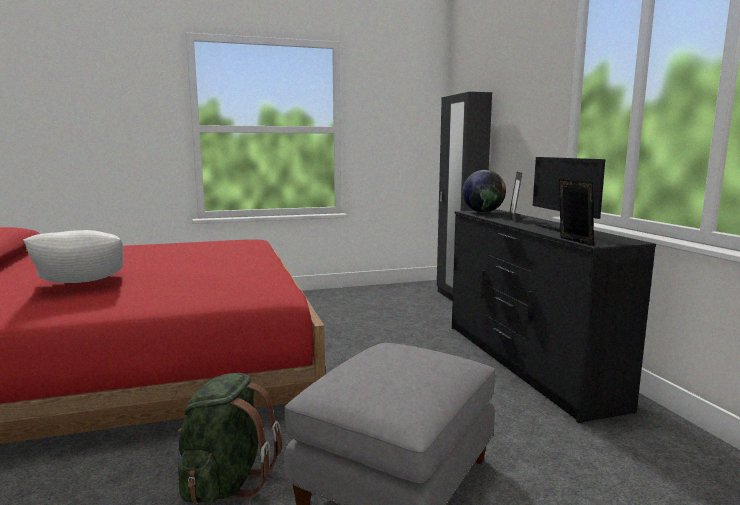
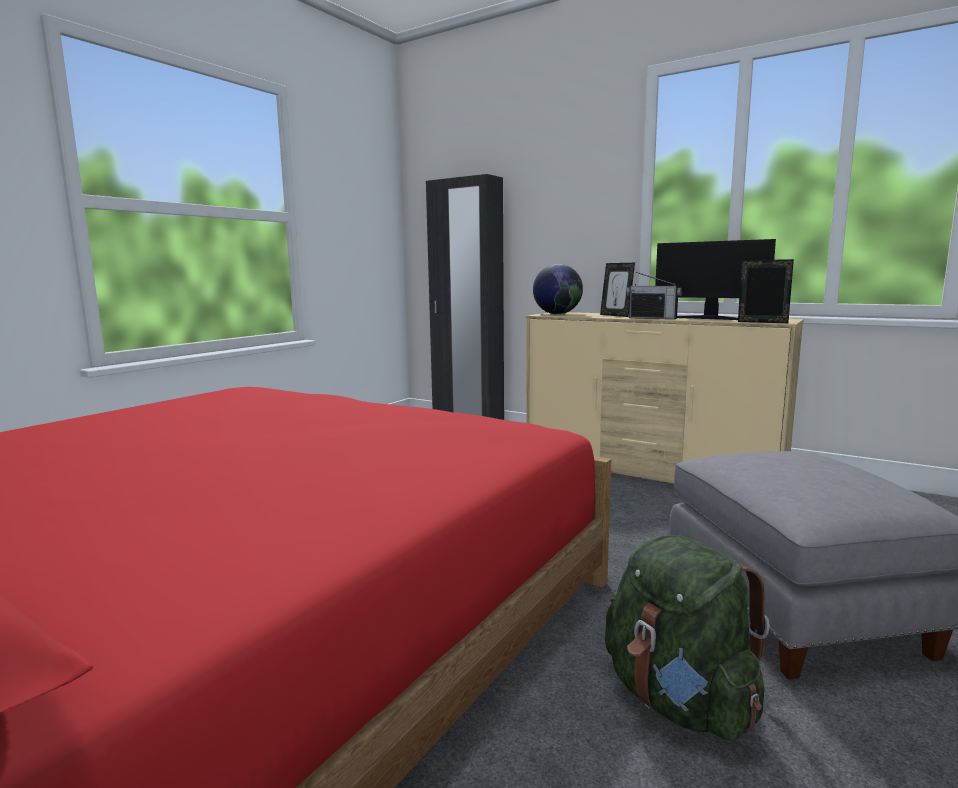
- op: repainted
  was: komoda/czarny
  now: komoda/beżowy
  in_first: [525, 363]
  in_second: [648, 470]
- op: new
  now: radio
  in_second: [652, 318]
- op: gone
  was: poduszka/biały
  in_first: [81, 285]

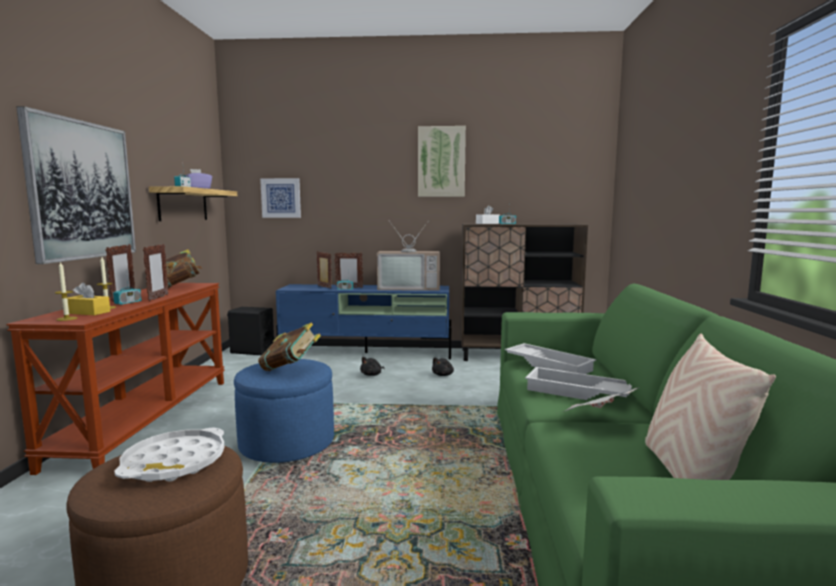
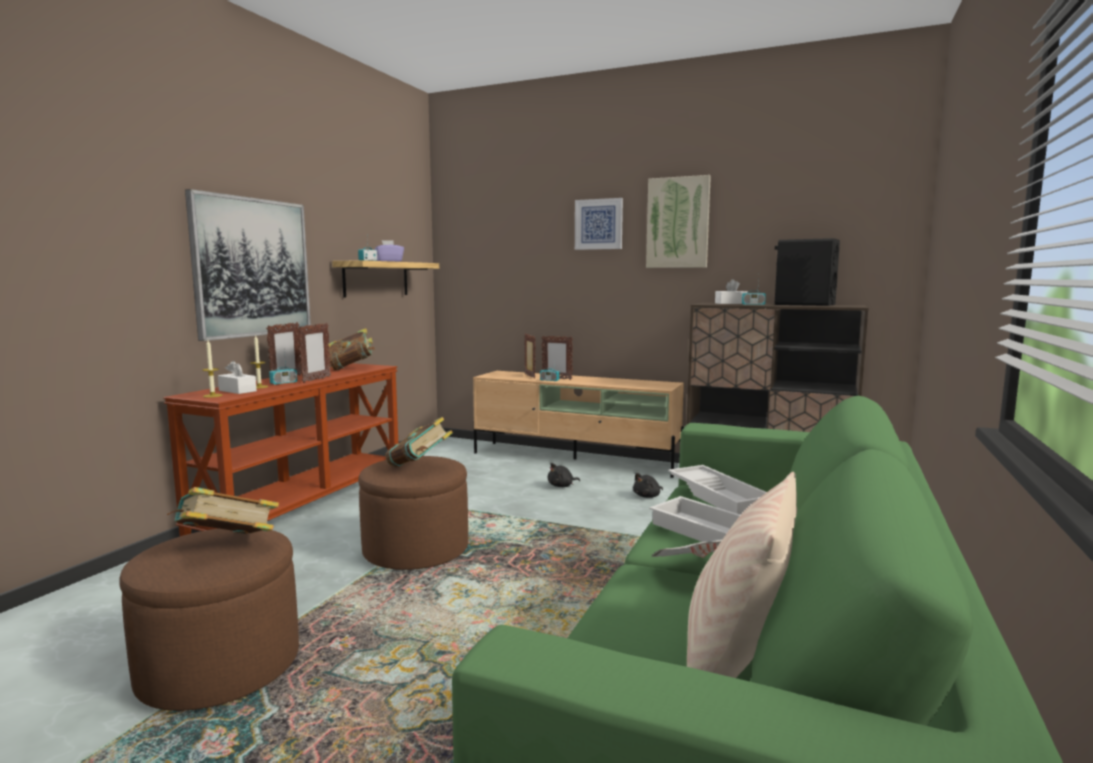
- op: swapped
  was: taca/biały
  now: książka
  in_first: [174, 463]
  in_second: [226, 546]
- op: repainted
  was: pudełko chusteczek/żółty
  now: pudełko chusteczek/biały
  in_first: [88, 312]
  in_second: [237, 391]
- op: repainted
  was: pufa/niebieski
  now: pufa/brązowy
  in_first: [287, 443]
  in_second: [416, 550]
- op: repainted
  was: szafka pod telewizor/niebieski
  now: szafka pod telewizor/beżowy
  in_first: [367, 352]
  in_second: [576, 459]
- op: shifted
  was: obraz
  in_first: [281, 198]
  in_second: [598, 224]
- op: shifted
  was: głośnik/czarny
  in_first: [252, 351]
  in_second: [804, 304]
- op: gone
  was: telewizor
  in_first: [409, 288]

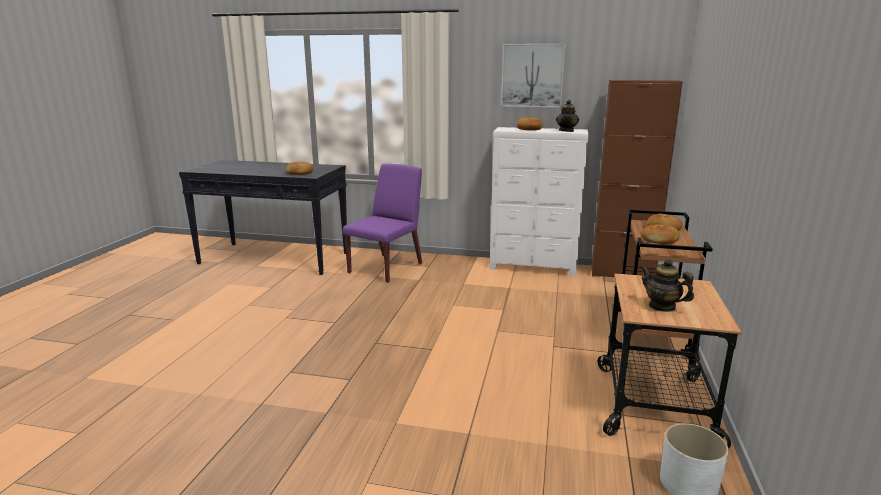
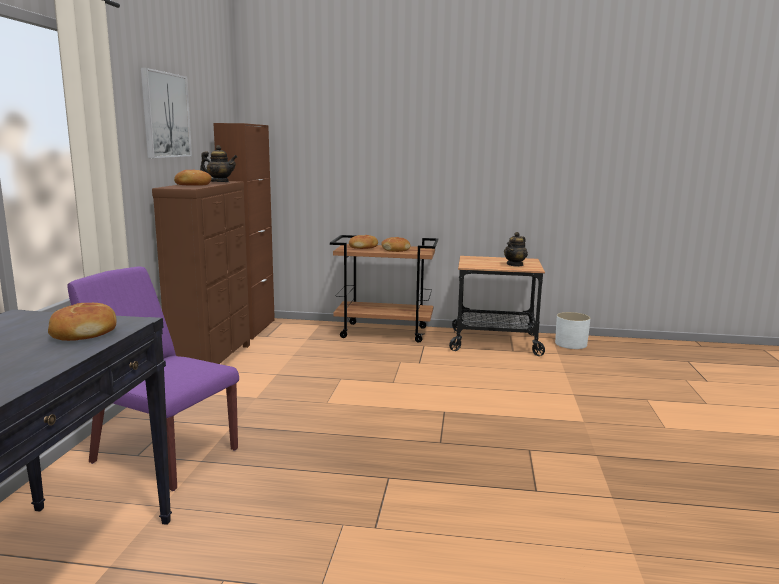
- op: repainted
  was: komoda/biały
  now: komoda/brązowy
  in_first: [533, 267]
  in_second: [213, 361]

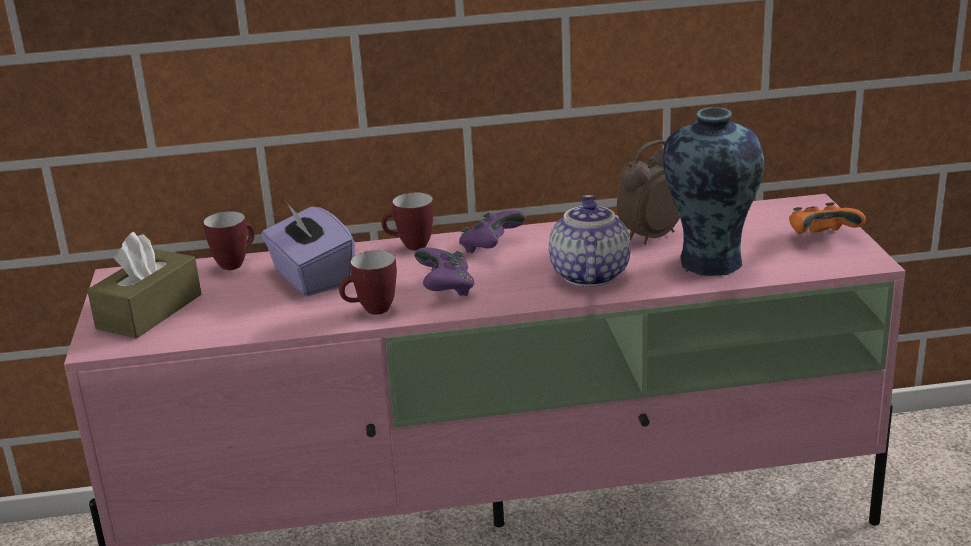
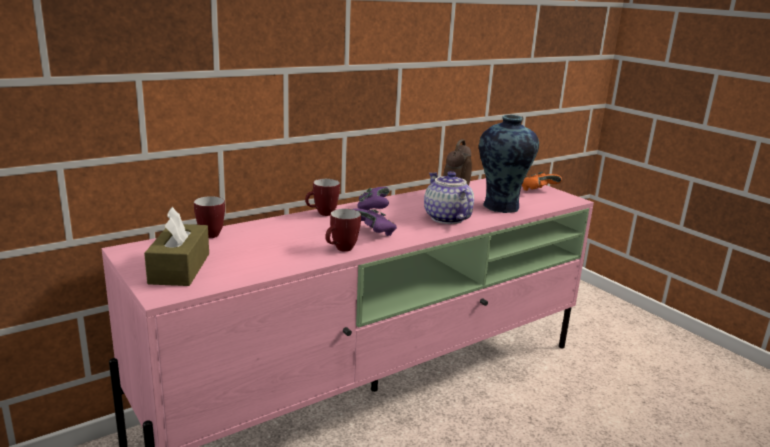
- op: gone
  was: pudełko chusteczek/fioletowy
  in_first: [311, 277]

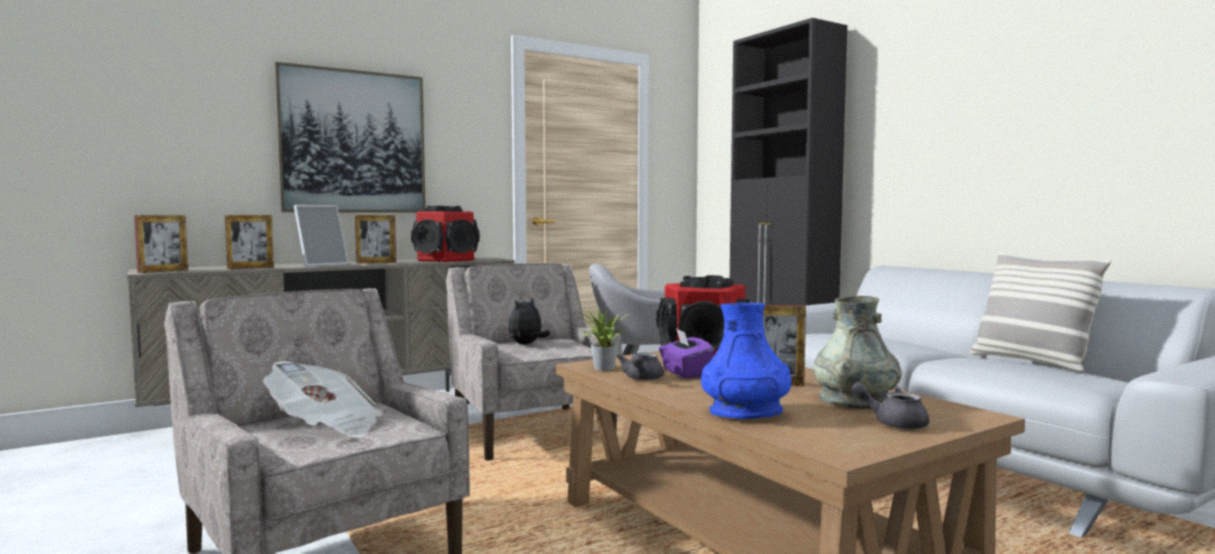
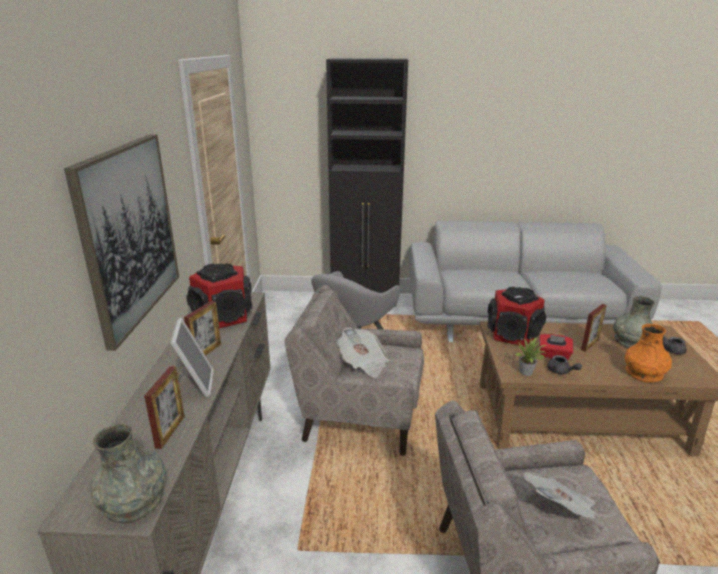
- op: swapped
  was: ramka na zdjęcie
  now: wazon/szary
  in_first: [163, 271]
  in_second: [133, 500]
- op: swapped
  was: pluszak
  now: gazeta
  in_first: [527, 344]
  in_second: [363, 363]
- op: repainted
  was: pudełko chusteczek/fioletowy
  now: pudełko chusteczek/czerwony
  in_first: [685, 373]
  in_second: [553, 355]
- op: repainted
  was: wazon/niebieski
  now: wazon/pomarańczowy
  in_first: [746, 413]
  in_second: [644, 373]
- op: gone
  was: poduszka
  in_first: [1031, 362]

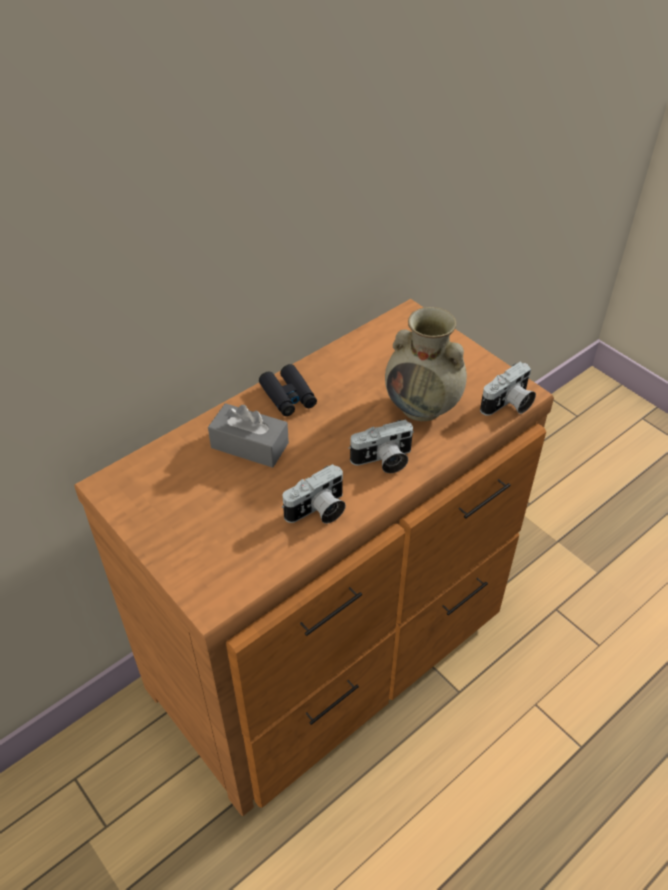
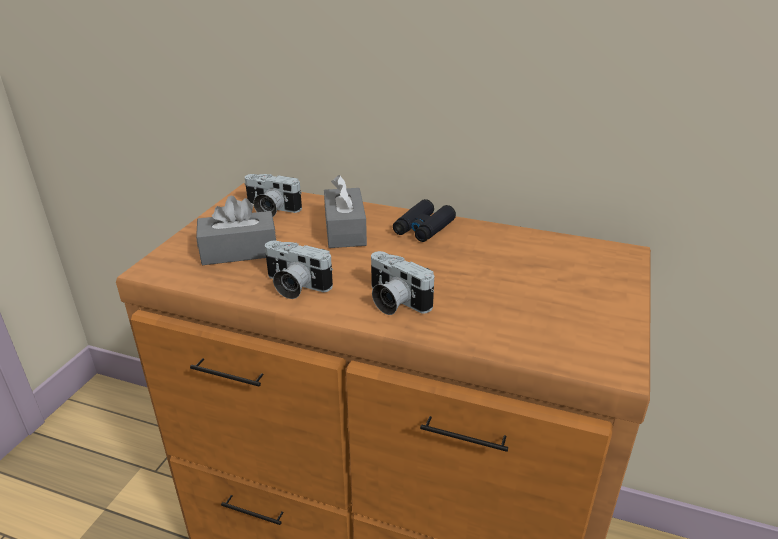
- op: new
  now: pudełko chusteczek/szary
  in_second: [239, 251]
- op: shifted
  was: aparat fotograficzny
  in_first: [508, 405]
  in_second: [270, 210]
- op: gone
  was: wazon/beżowy
  in_first: [423, 406]

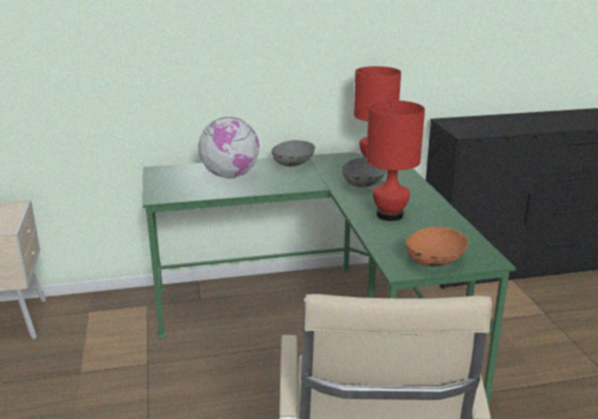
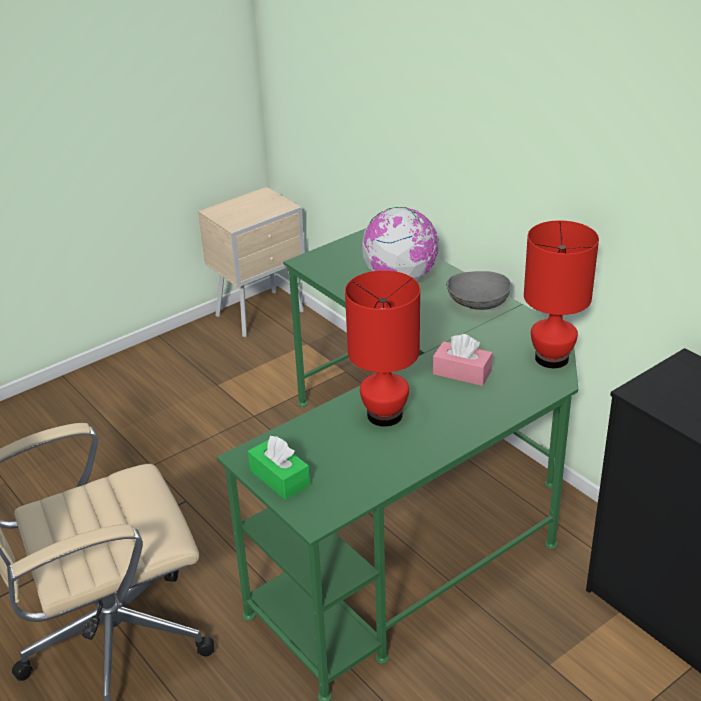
- op: swapped
  was: miska/pomarańczowy
  now: pudełko chusteczek/zielony
  in_first: [435, 262]
  in_second: [279, 477]
- op: swapped
  was: miska/szary
  now: pudełko chusteczek/różowy
  in_first: [364, 185]
  in_second: [462, 372]

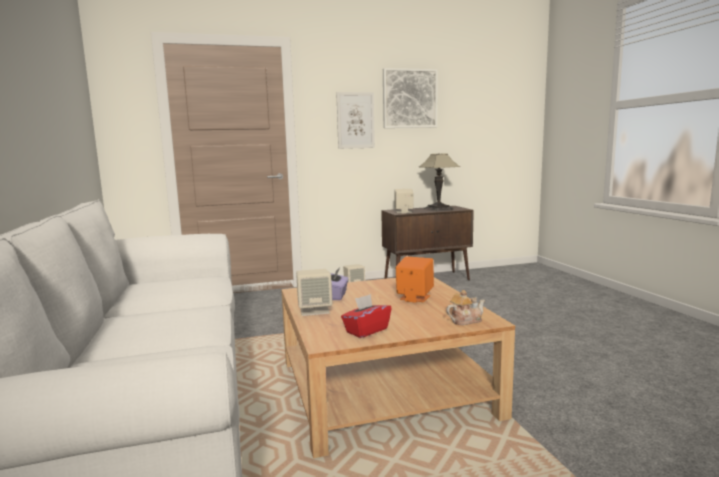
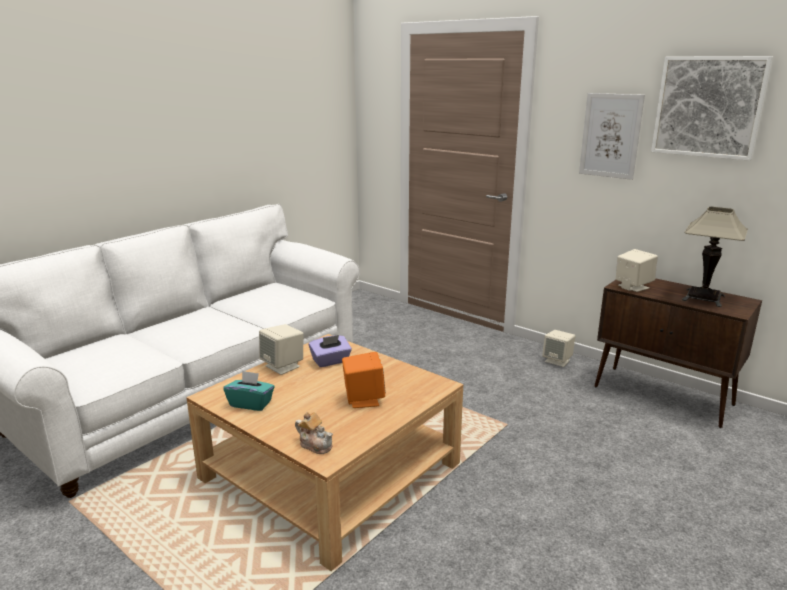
- op: repainted
  was: pudełko chusteczek/czerwony
  now: pudełko chusteczek/turkusowy
  in_first: [366, 330]
  in_second: [251, 403]

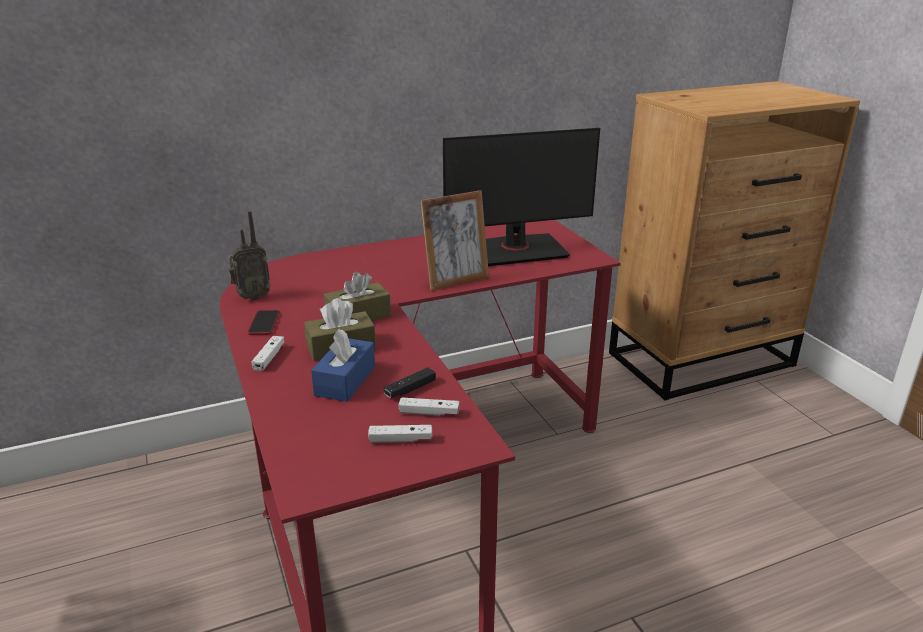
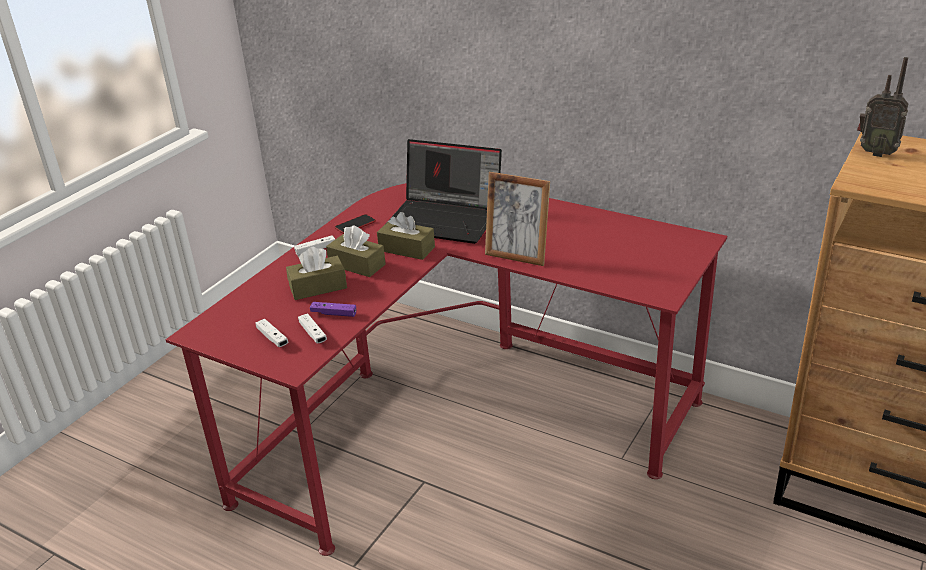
- op: repainted
  was: pudełko chusteczek/niebieski
  now: pudełko chusteczek/brązowy
  in_first: [345, 381]
  in_second: [318, 287]
- op: repainted
  was: pad do gier/czarny
  now: pad do gier/fioletowy
  in_first: [410, 389]
  in_second: [333, 313]
- op: new
  now: laptop
  in_second: [446, 219]
- op: shifted
  was: radio
  in_first: [252, 297]
  in_second: [875, 152]
- op: gone
  was: monitor
  in_first: [517, 250]

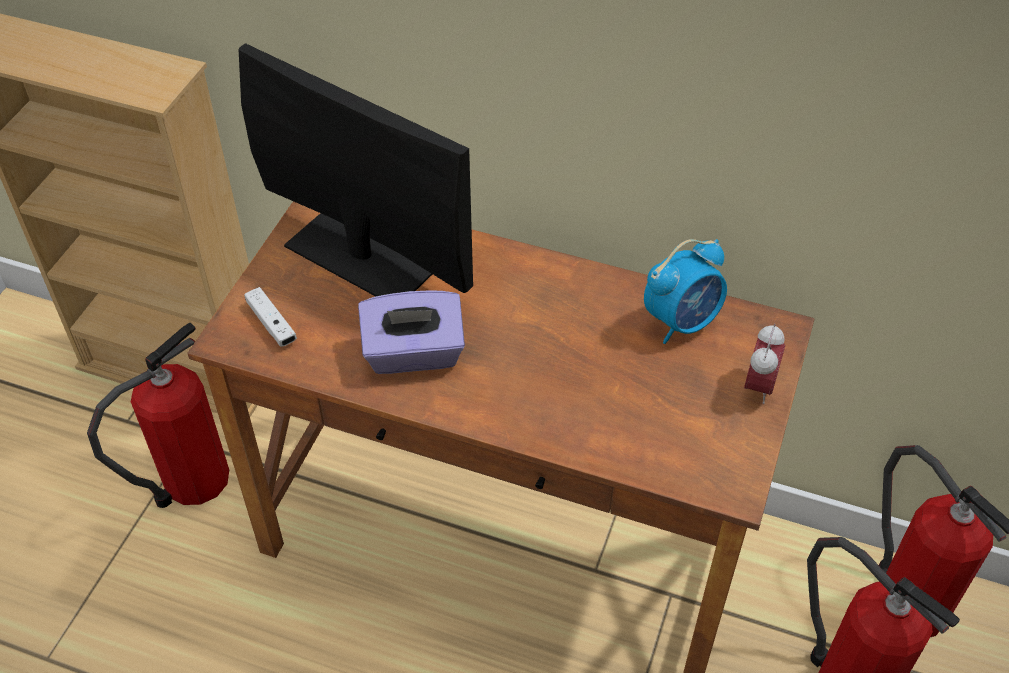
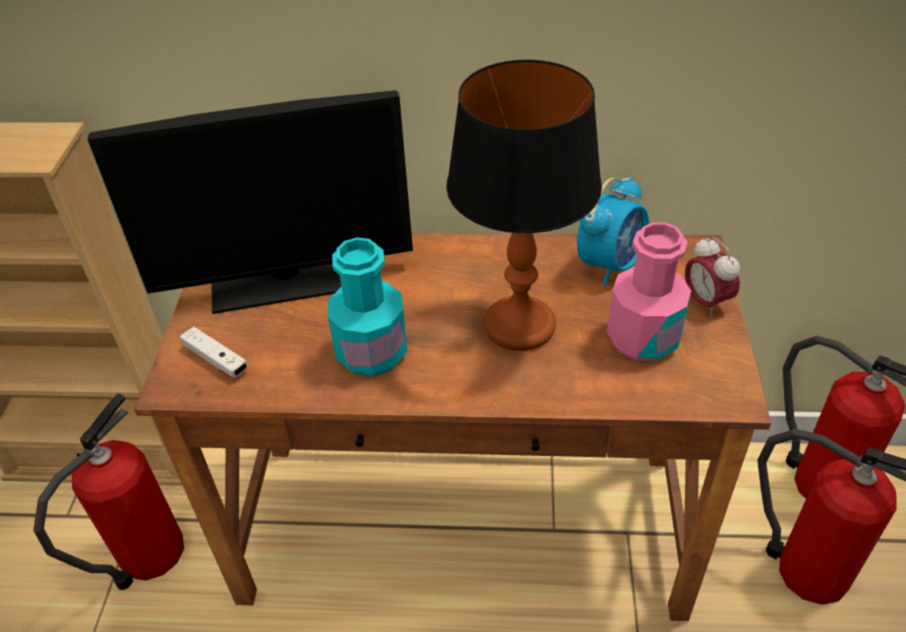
- op: rotated
  was: monitor
  in_first: [360, 257]
  in_second: [285, 279]
  clockwise: 150
- op: swapped
  was: pudełko chusteczek/fioletowy
  now: butelka/turkusowy
  in_first: [414, 354]
  in_second: [372, 353]
- op: new
  now: lampa stołowa
  in_second: [518, 325]
- op: new
  now: butelka/różowy
  in_second: [643, 338]
- op: rotated
  was: budzik
  in_first: [759, 386]
  in_second: [705, 302]
  clockwise: 150

